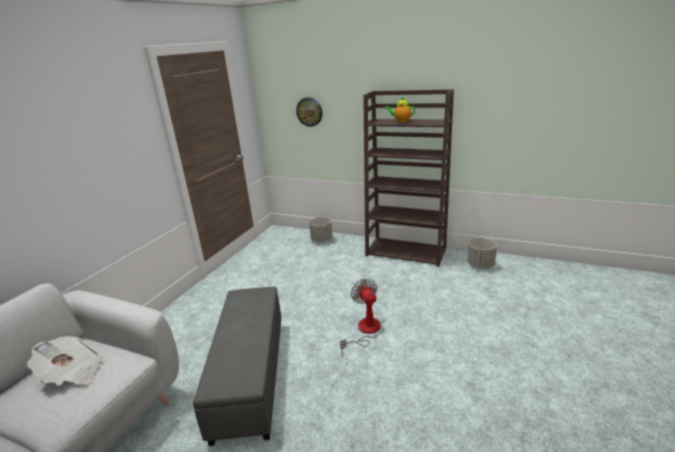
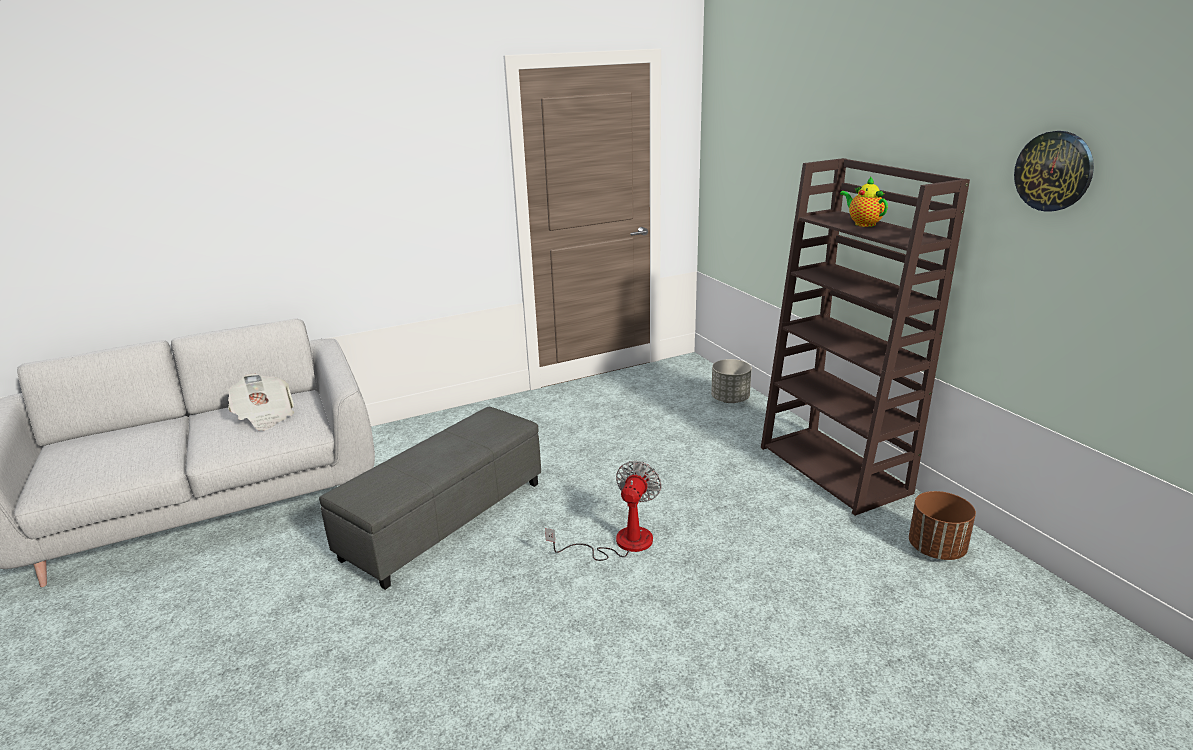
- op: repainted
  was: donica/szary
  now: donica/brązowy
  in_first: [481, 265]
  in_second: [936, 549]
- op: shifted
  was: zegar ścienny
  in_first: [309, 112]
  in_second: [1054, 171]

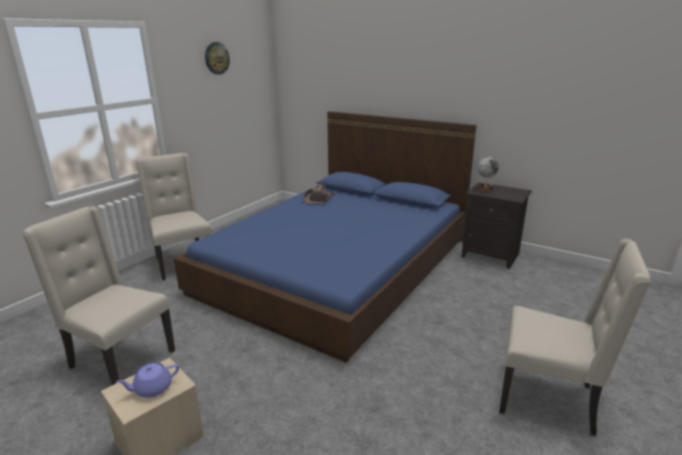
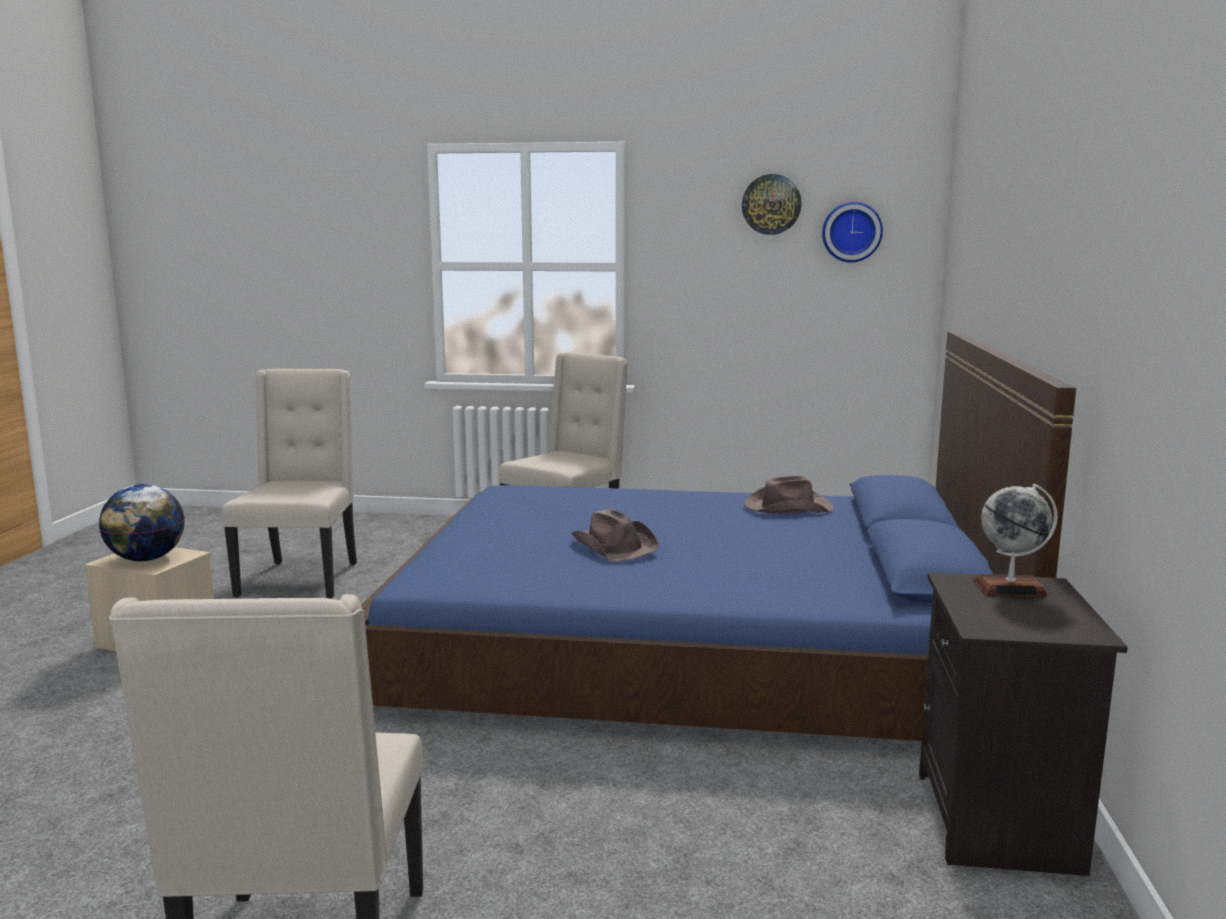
- op: swapped
  was: imbryk/fioletowy
  now: globus
  in_first: [152, 388]
  in_second: [146, 559]
- op: new
  now: kapelusz/brązowy
  in_second: [615, 546]
- op: new
  now: zegar ścienny
  in_second: [851, 232]

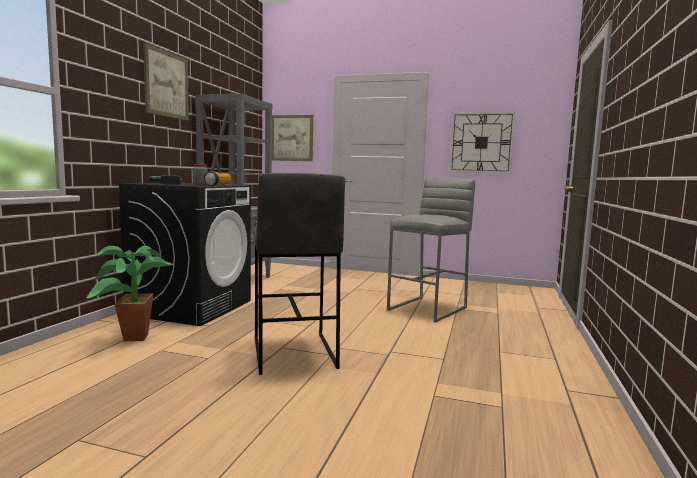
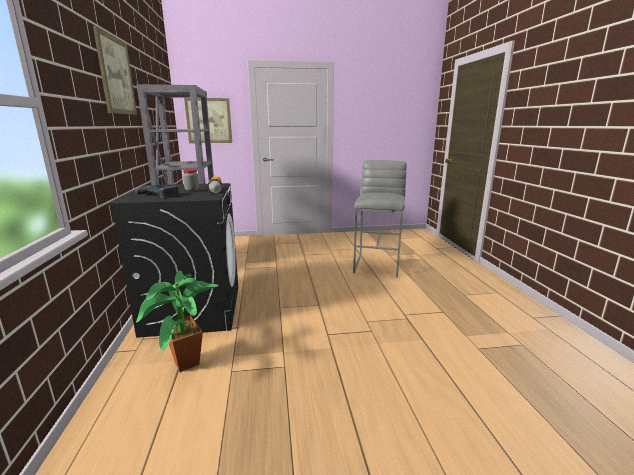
- op: gone
  was: stołek/szary
  in_first: [292, 353]
- op: gone
  was: zegar ścienny
  in_first: [481, 142]

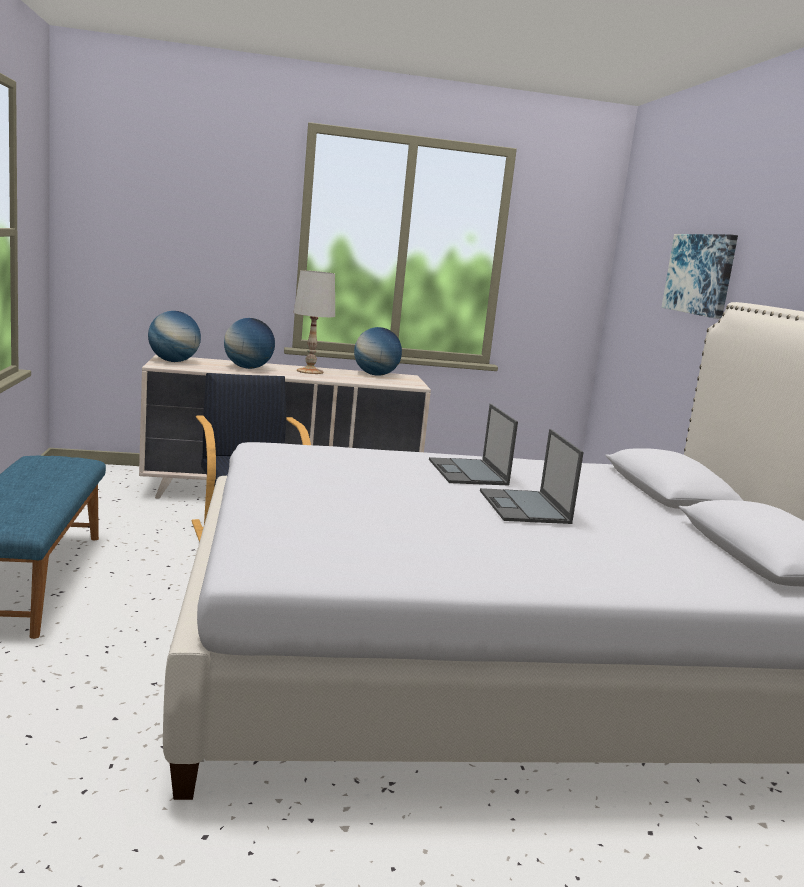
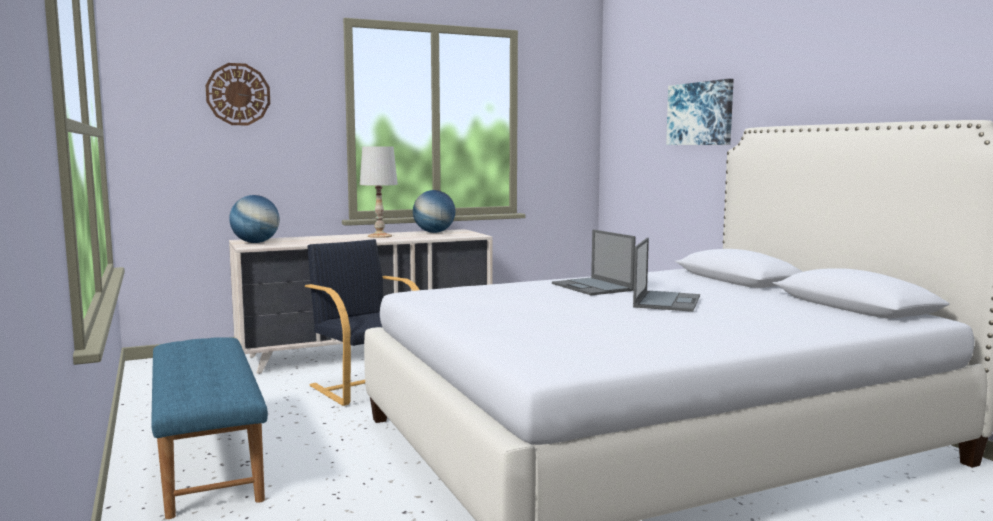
- op: new
  now: zegar ścienny
  in_second: [238, 94]
- op: rotated
  was: laptop
  in_first: [525, 507]
  in_second: [667, 301]
  clockwise: -135
- op: gone
  was: globus
  in_first: [248, 368]

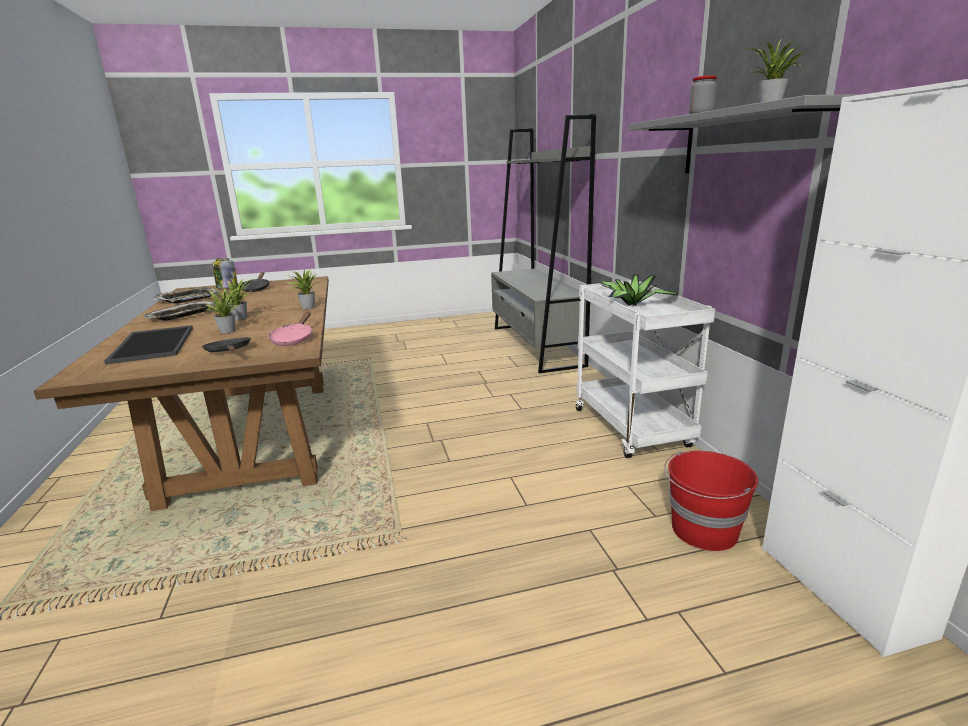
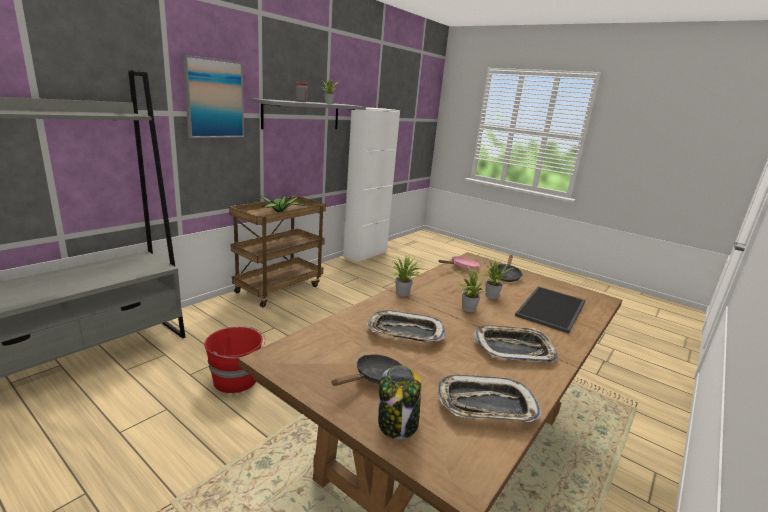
- op: new
  now: obraz
  in_second: [214, 99]
- op: shifted
  was: wiadro/czerwony
  in_first: [703, 531]
  in_second: [236, 380]
- op: repainted
  was: wózek/biały
  now: wózek/brązowy
  in_first: [633, 429]
  in_second: [279, 288]
- op: new
  now: taca
  in_second: [405, 332]

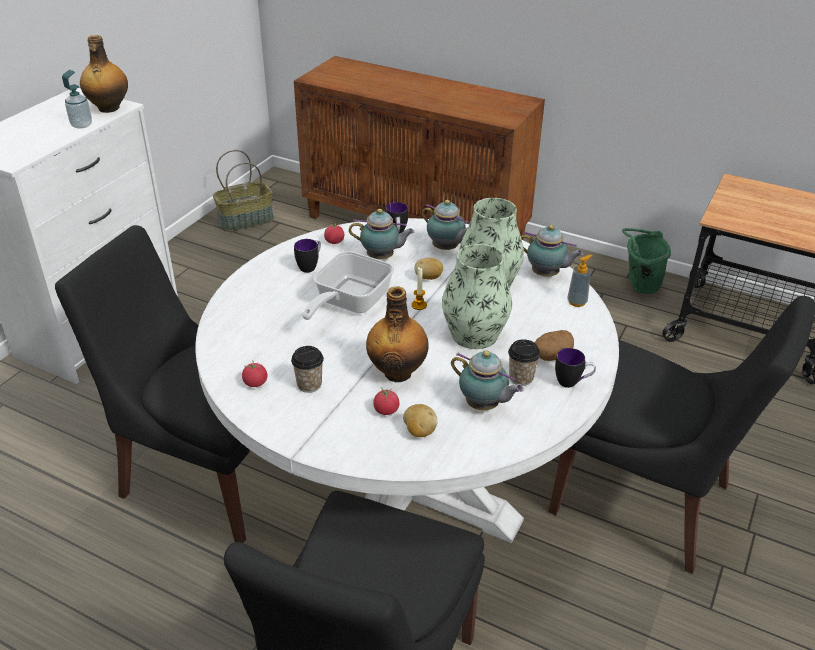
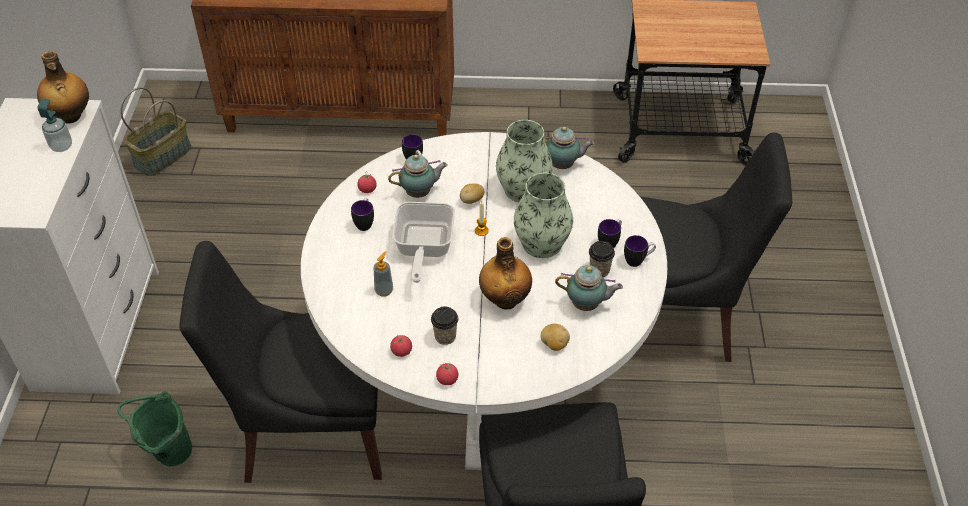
- op: shifted
  was: wiadro/zielony
  in_first: [638, 286]
  in_second: [167, 453]
- op: shifted
  was: dozownik mydła
  in_first: [577, 302]
  in_second: [384, 290]
- op: shifted
  was: pomidor
  in_first: [386, 410]
  in_second: [447, 379]
- op: swapped
  was: ziemniak
  now: kubek
  in_first: [551, 356]
  in_second: [610, 242]
- op: gone
  was: imbryk
  in_first: [446, 249]

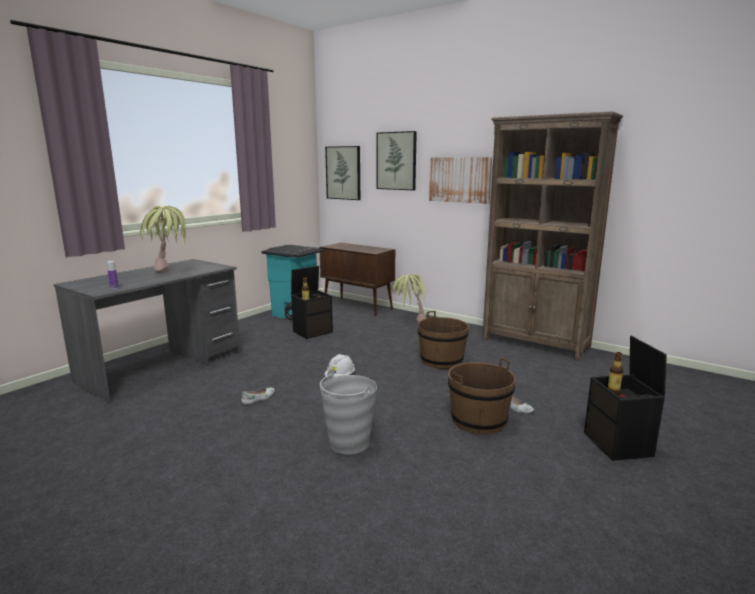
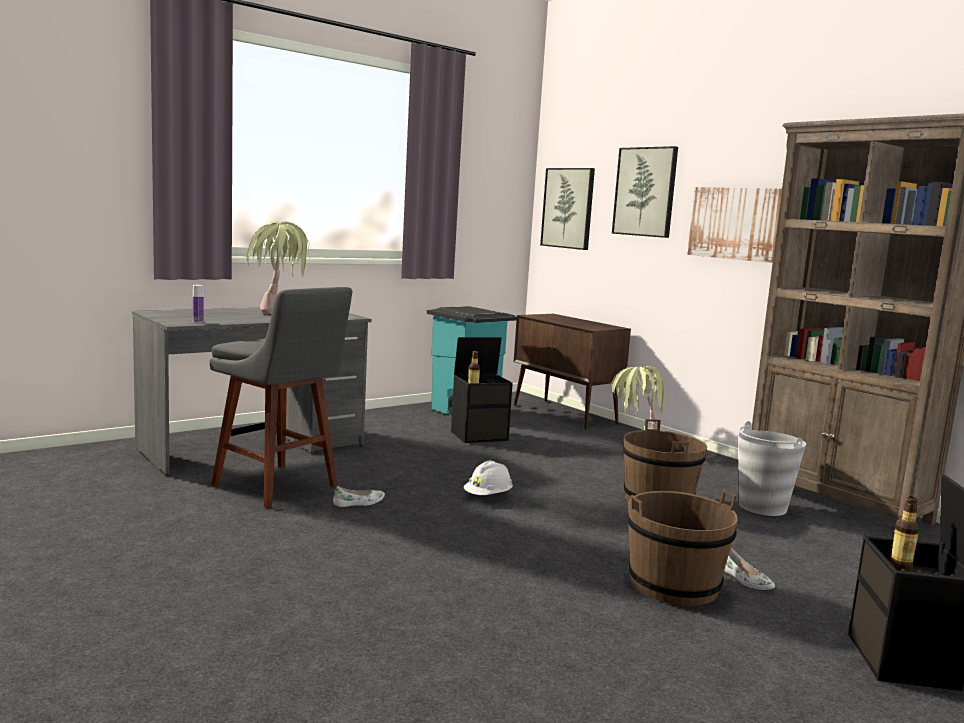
- op: new
  now: stołek/szary
  in_second: [279, 487]
- op: shifted
  was: wiadro/szary
  in_first: [349, 443]
  in_second: [762, 507]

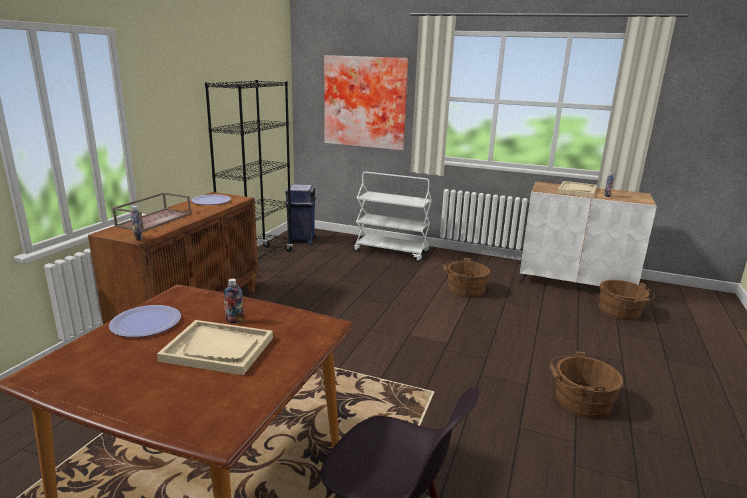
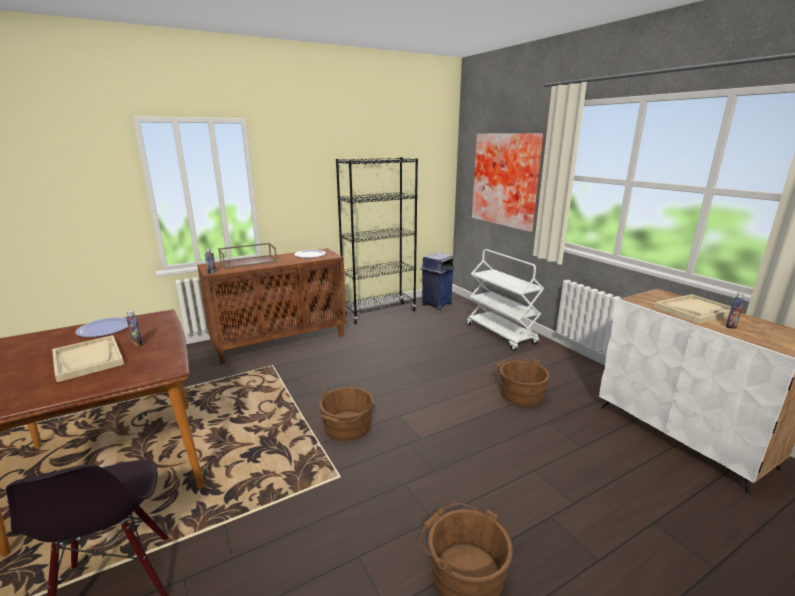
- op: shifted
  was: wiadro/brązowy
  in_first: [621, 312]
  in_second: [346, 428]

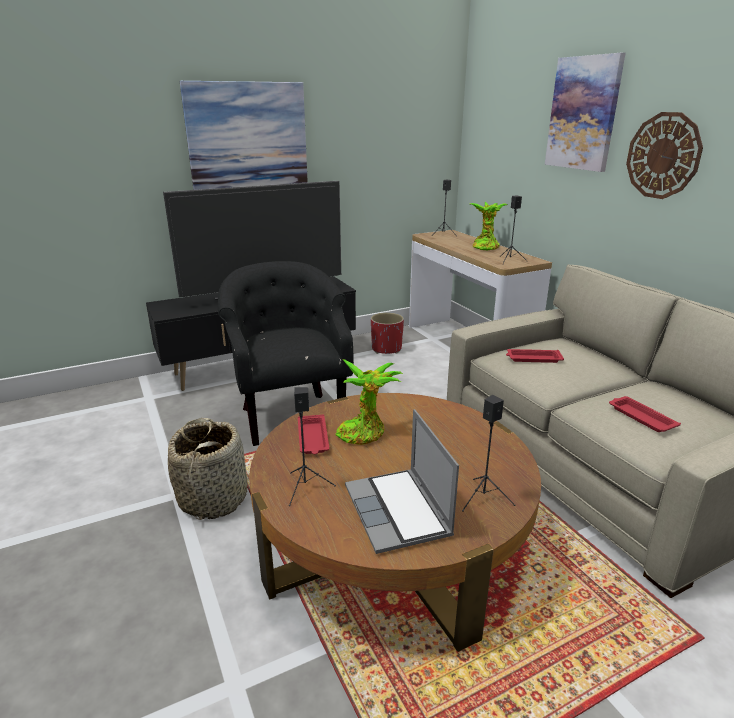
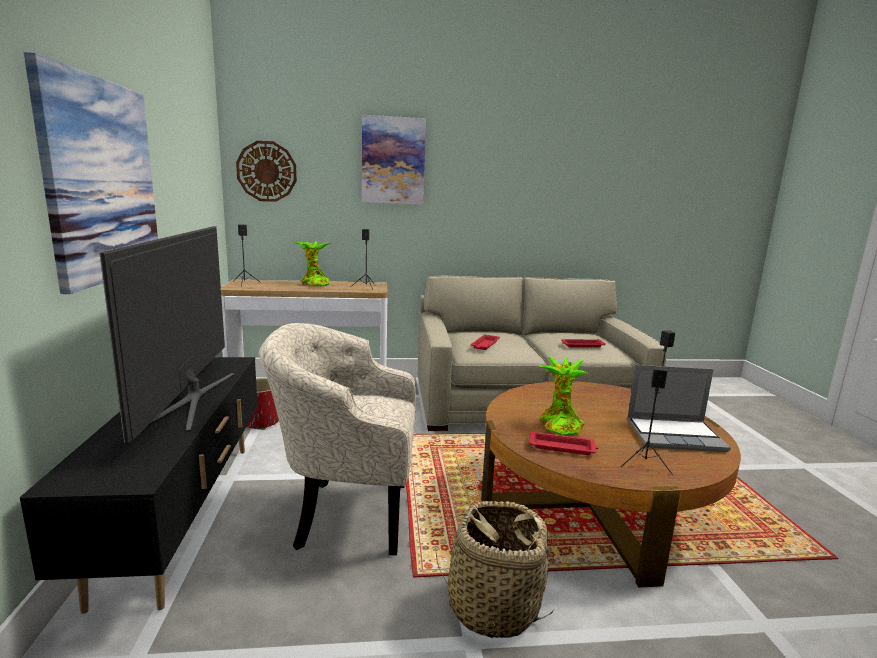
- op: shifted
  was: zegar ścienny
  in_first: [663, 156]
  in_second: [267, 171]
- op: repainted
  was: fotel/czarny
  now: fotel/beżowy
  in_first: [289, 415]
  in_second: [346, 514]

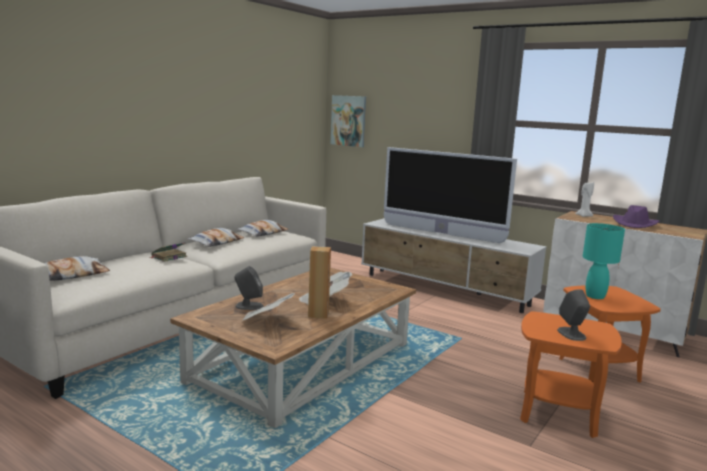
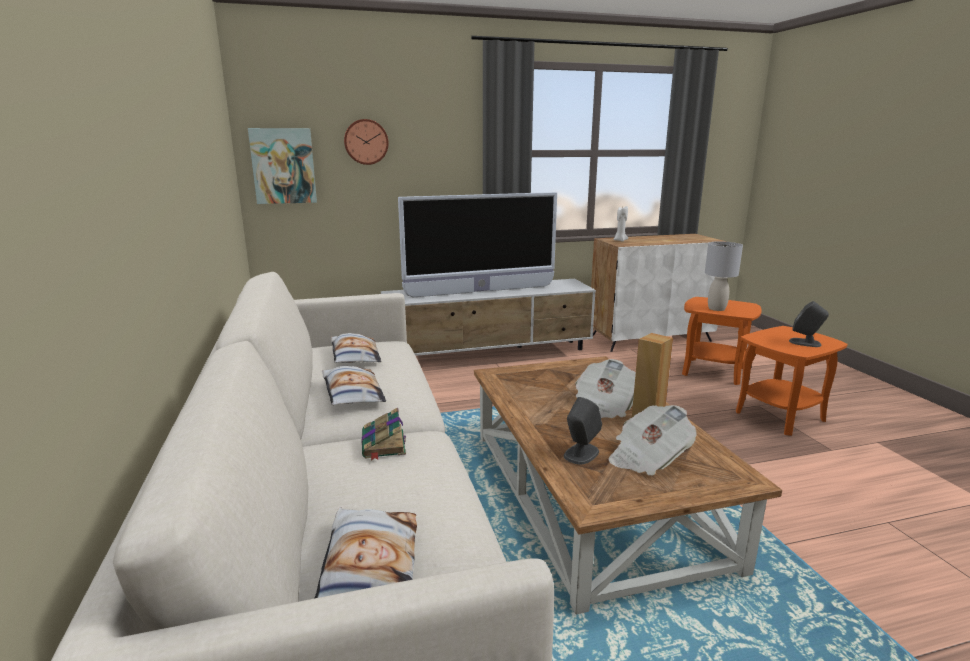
- op: new
  now: zegar ścienny
  in_second: [366, 142]
- op: repainted
  was: lampa stołowa/turkusowy
  now: lampa stołowa/szary
  in_first: [595, 296]
  in_second: [716, 309]
- op: gone
  was: kapelusz/fioletowy
  in_first: [635, 224]

